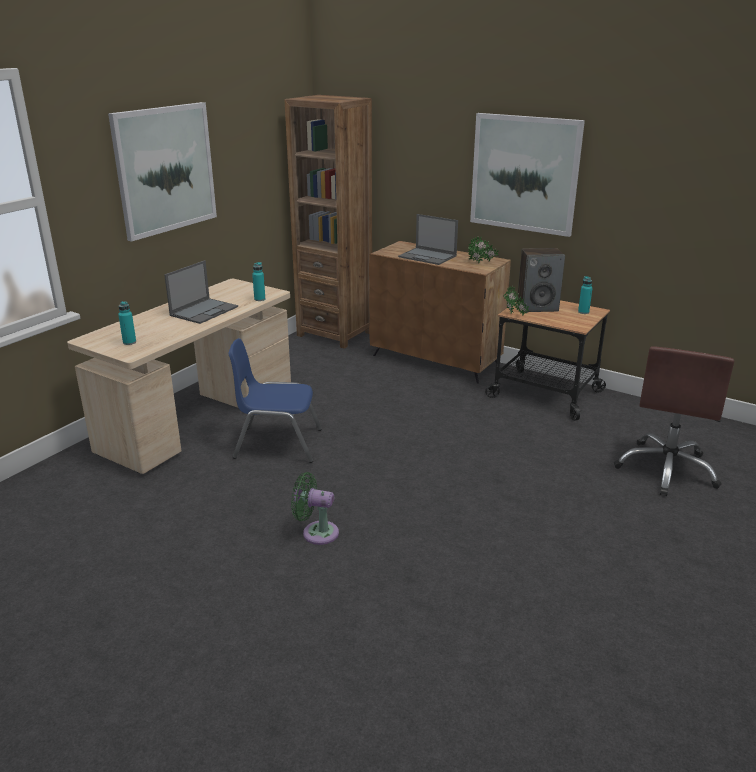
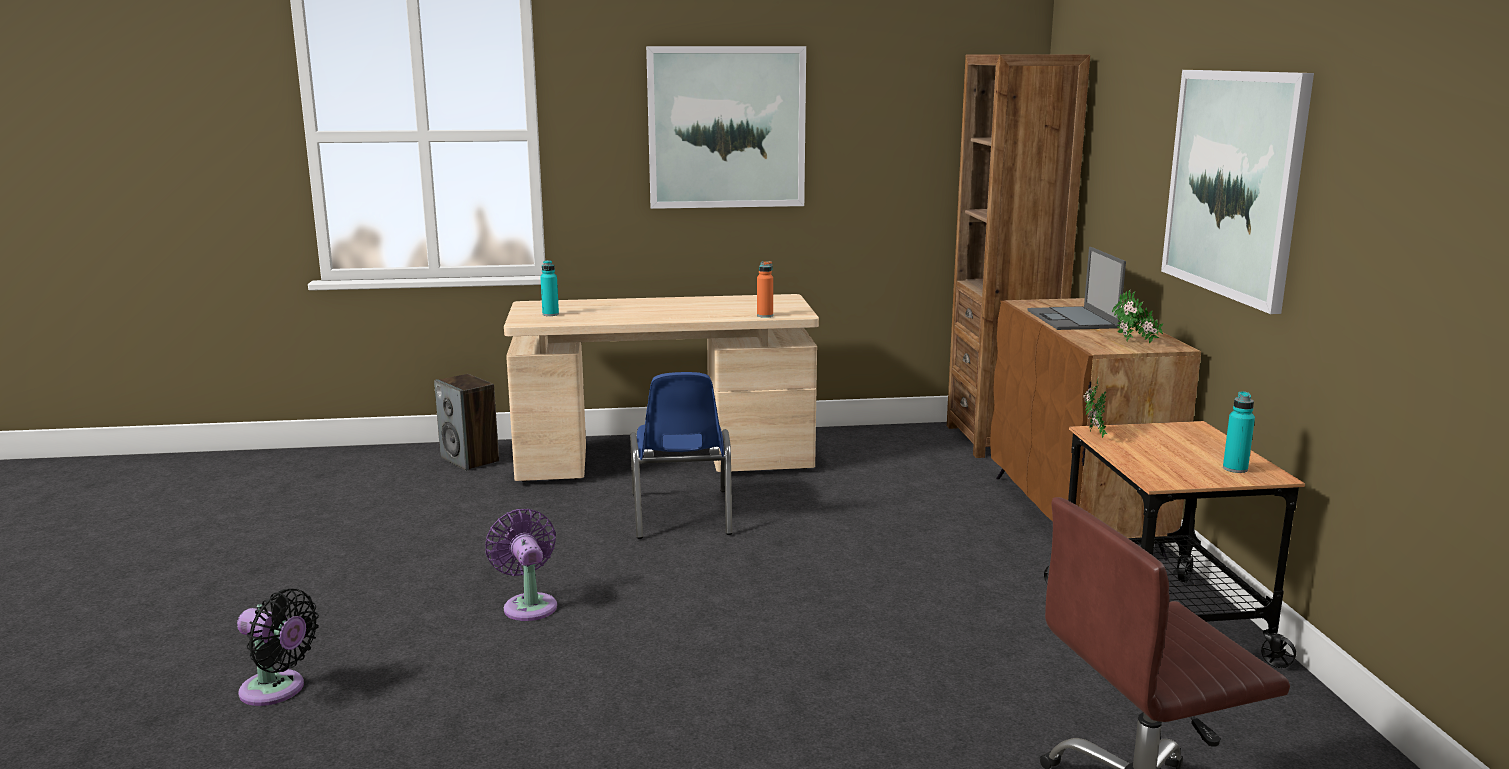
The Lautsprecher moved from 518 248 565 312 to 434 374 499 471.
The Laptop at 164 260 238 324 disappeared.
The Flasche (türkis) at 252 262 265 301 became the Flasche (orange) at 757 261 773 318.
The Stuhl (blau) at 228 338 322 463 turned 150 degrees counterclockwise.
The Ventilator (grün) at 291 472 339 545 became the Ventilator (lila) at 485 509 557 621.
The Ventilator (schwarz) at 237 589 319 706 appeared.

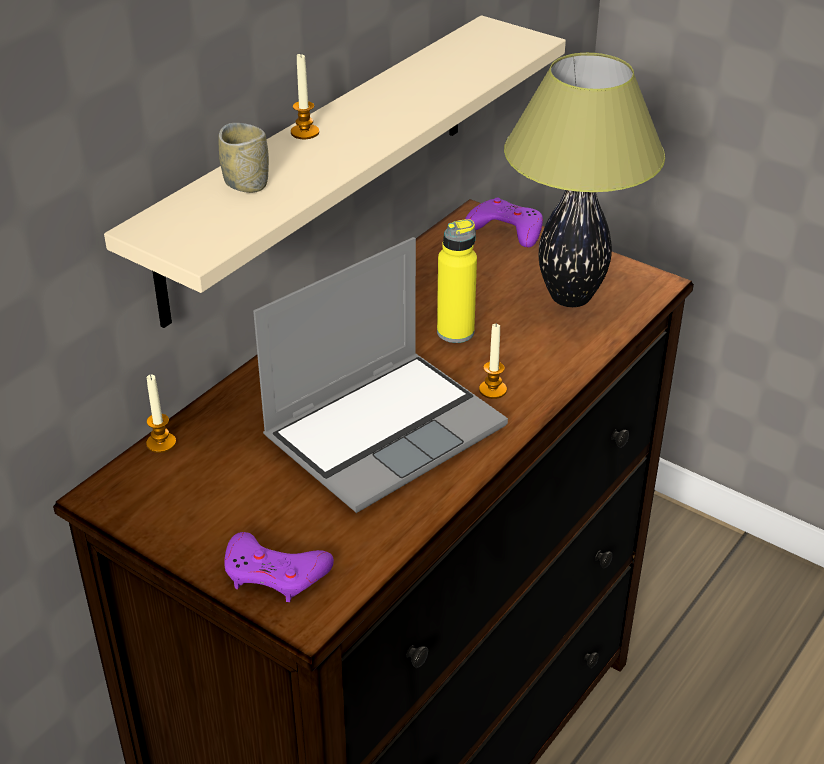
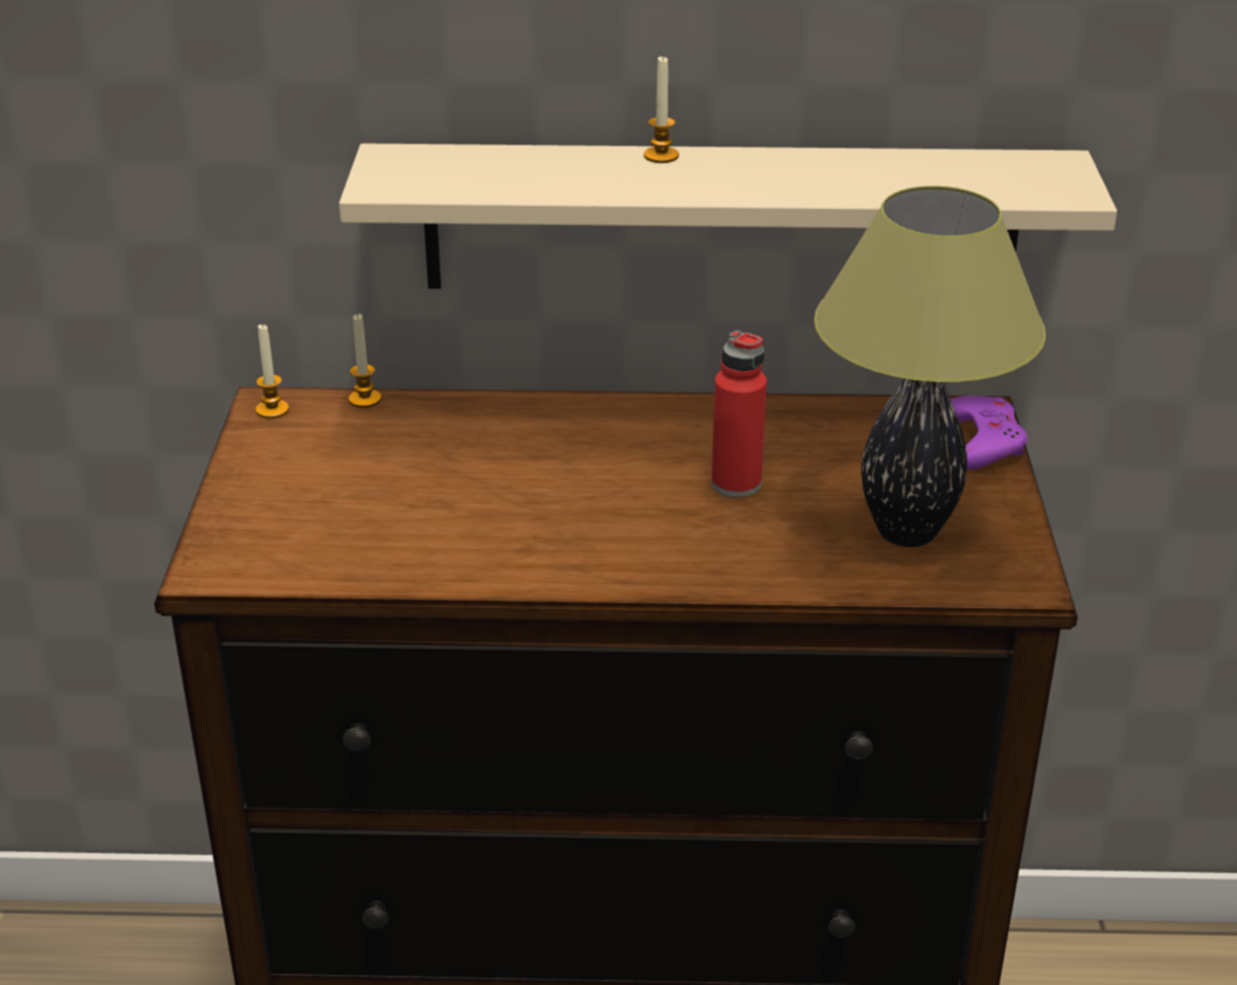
The Tasse at 218 123 269 193 disappeared.
The Flasche (gelb) at 437 219 477 343 became the Flasche (rot) at 711 330 767 497.
The Laptop at 253 237 508 513 disappeared.
The Kerze moved from 479 323 507 399 to 256 323 289 419.
The Gamepad (lila) at 224 532 334 602 disappeared.

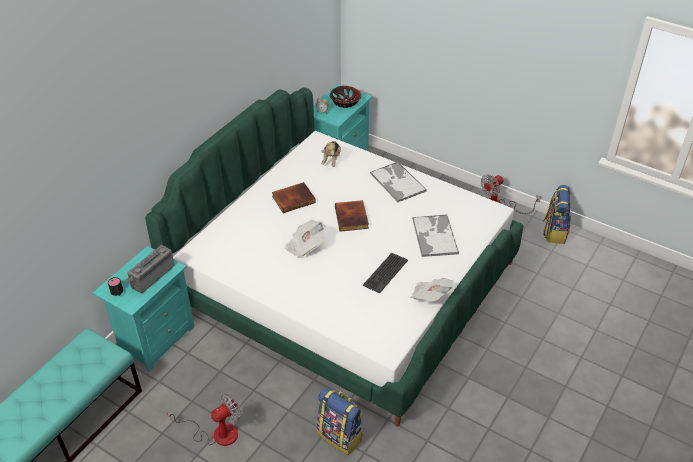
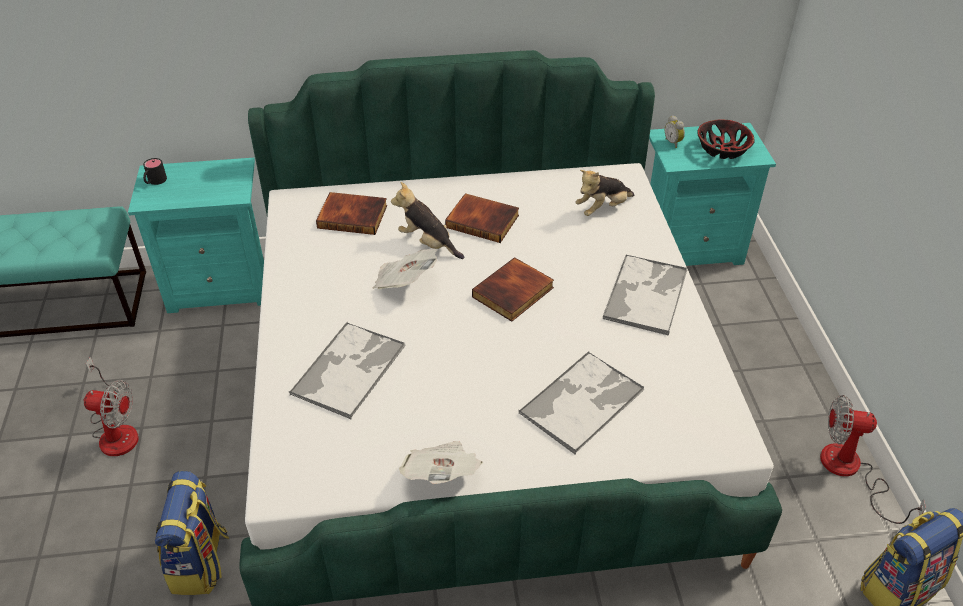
The Radio at 126 245 174 293 disappeared.
The Tastatur at 363 253 408 293 disappeared.
The Plüschtier at 391 182 464 259 appeared.
The Buch at 316 192 387 235 appeared.
The Tablett at 289 322 405 420 appeared.

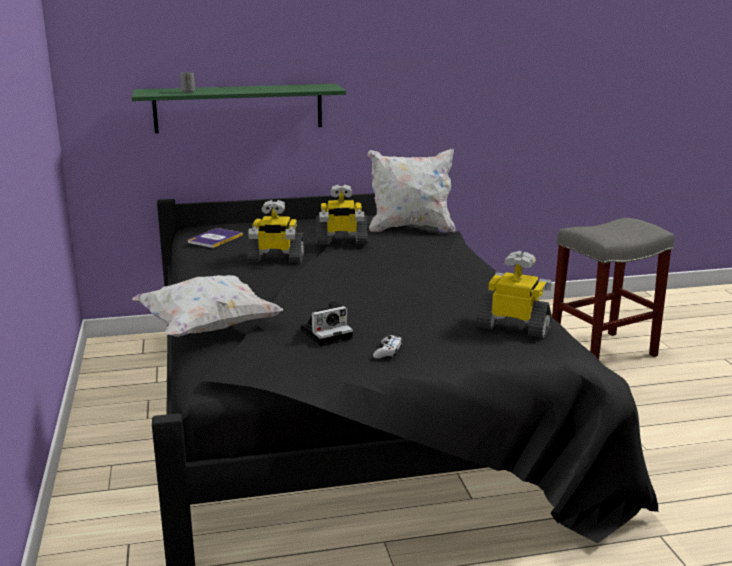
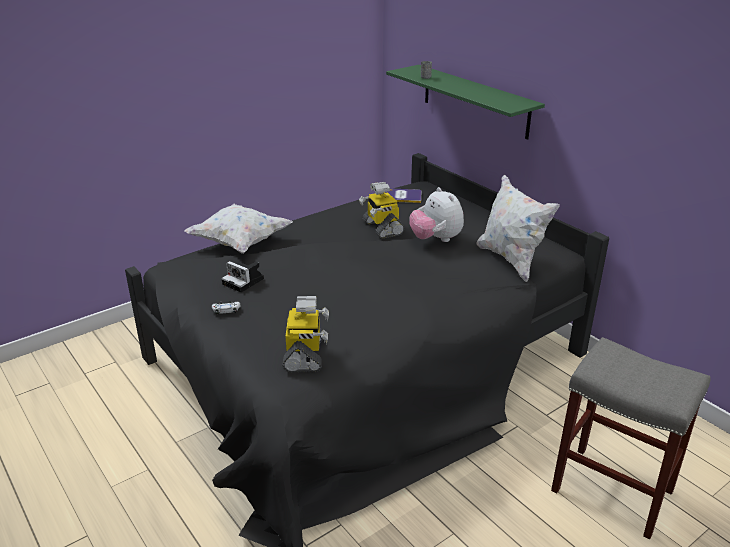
The Spielzeugroboter at 316 184 368 245 was replaced by the Plüschtier at 409 187 464 242.

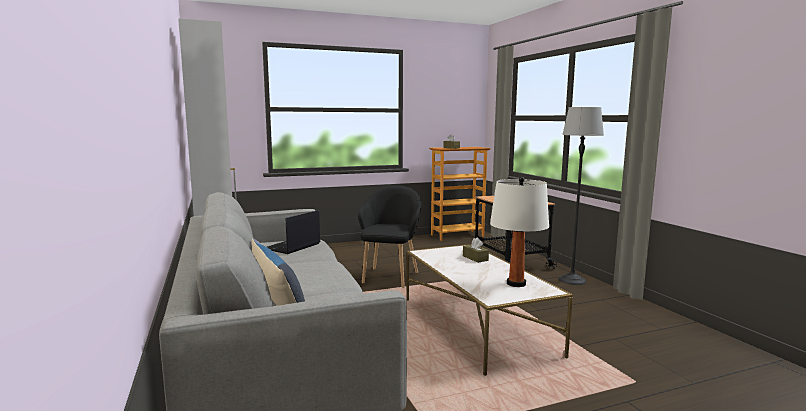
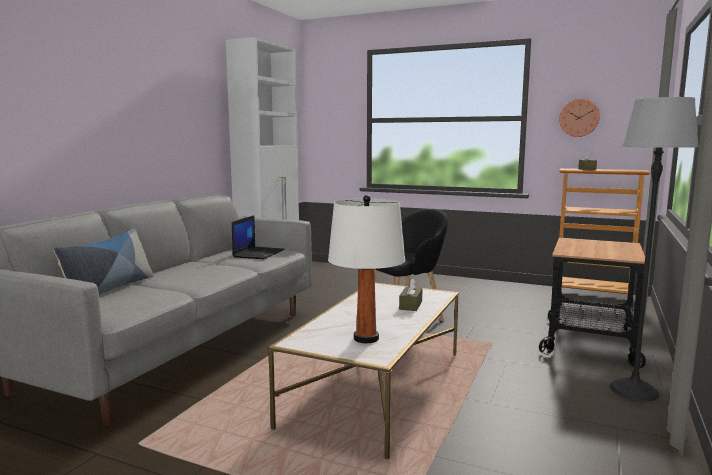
The Laptop at 267 210 320 254 turned 120 degrees clockwise.
The Wanduhr at 559 99 600 137 appeared.

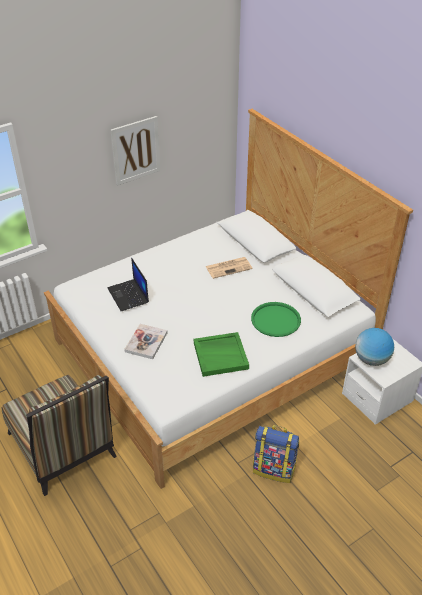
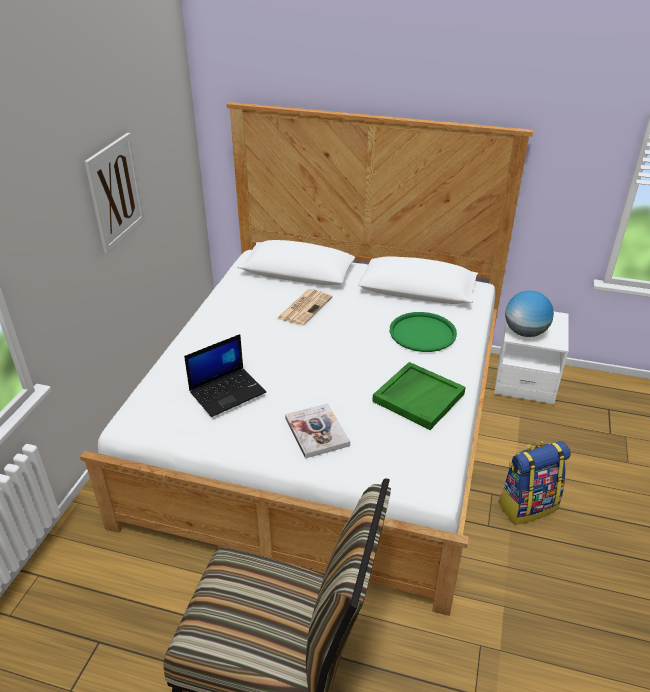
The Laptop at 108 258 149 311 turned 60 degrees counterclockwise.

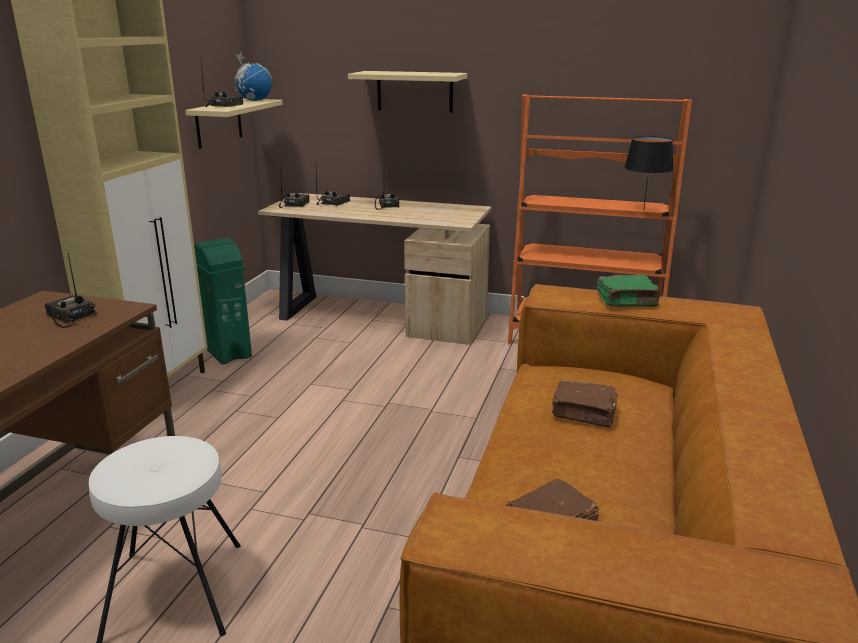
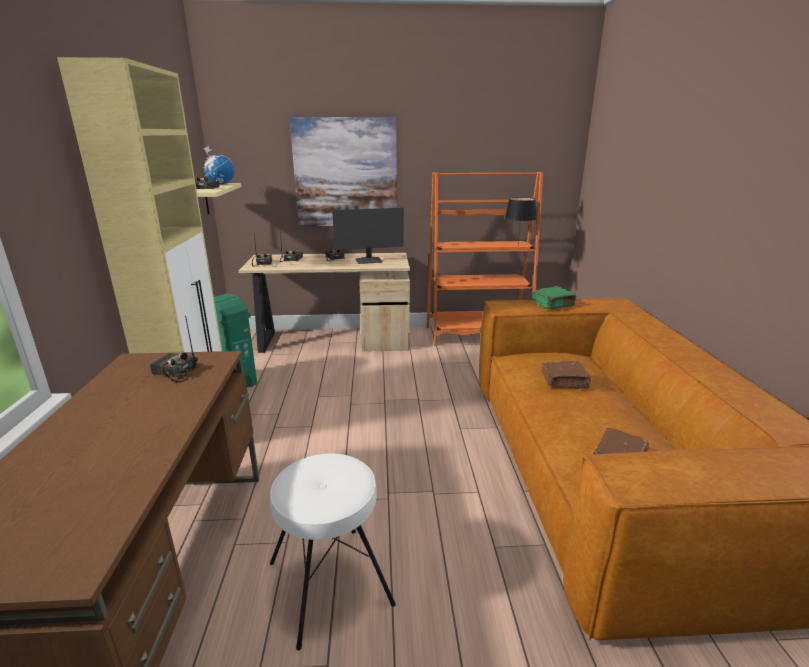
The Wandregal (beige) at 348 71 467 113 was replaced by the Bild at 290 117 397 226.
The Monitor at 332 208 404 264 appeared.

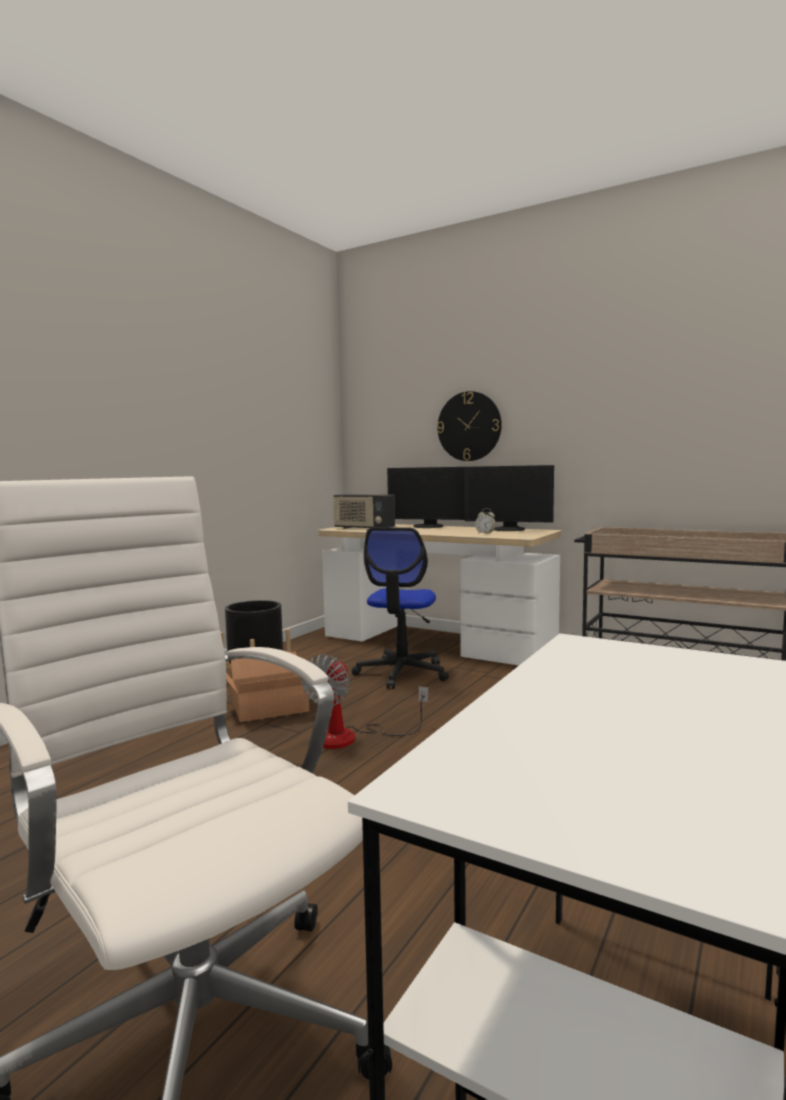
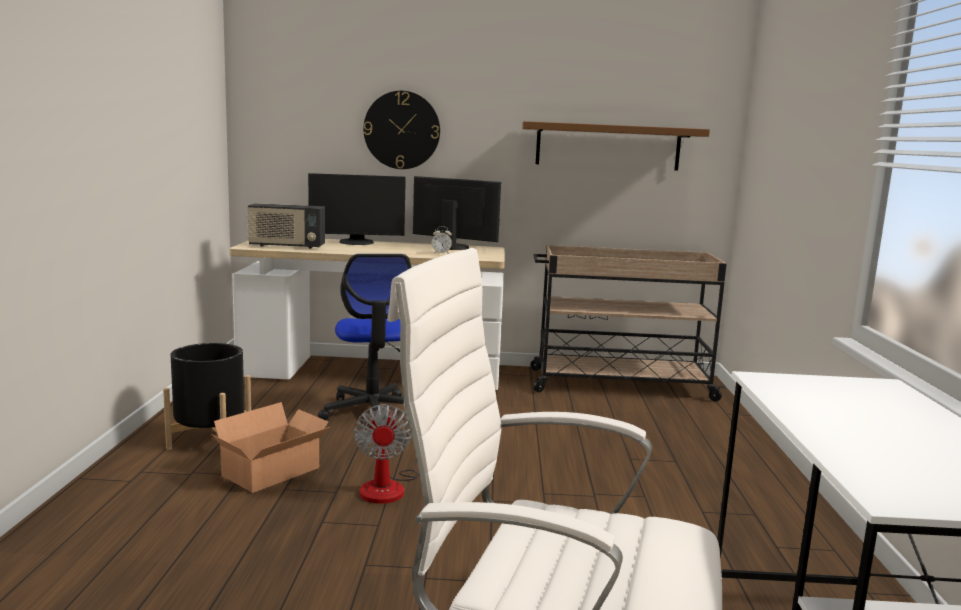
The Monitor at 464 465 554 531 turned 150 degrees counterclockwise.
The Wandregal (braun) at 522 121 710 171 appeared.

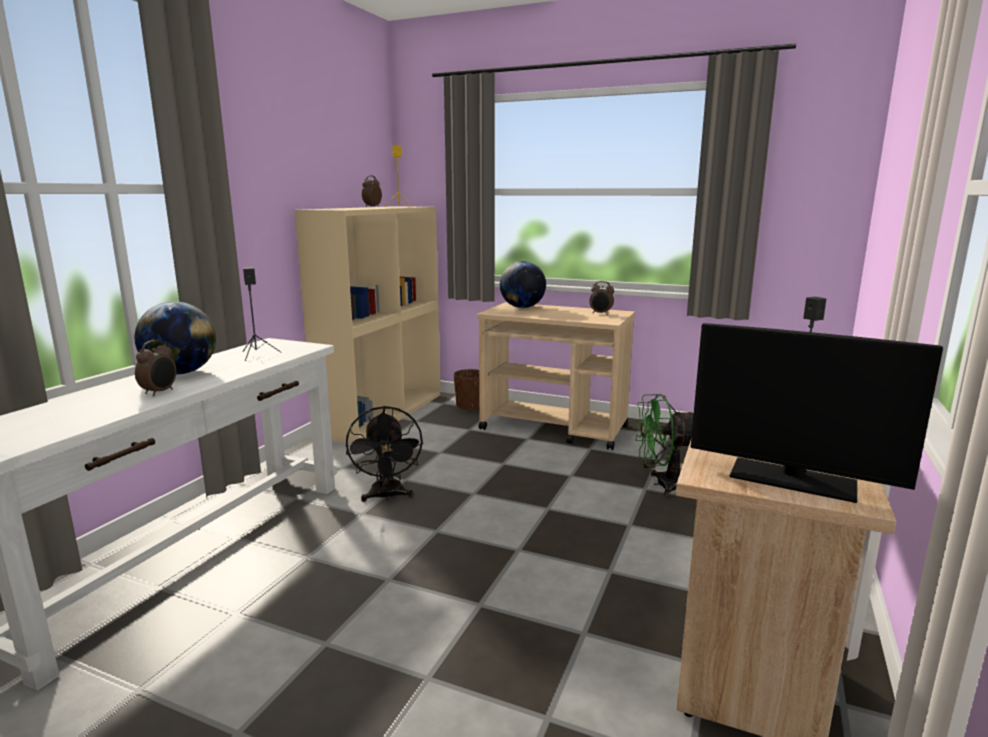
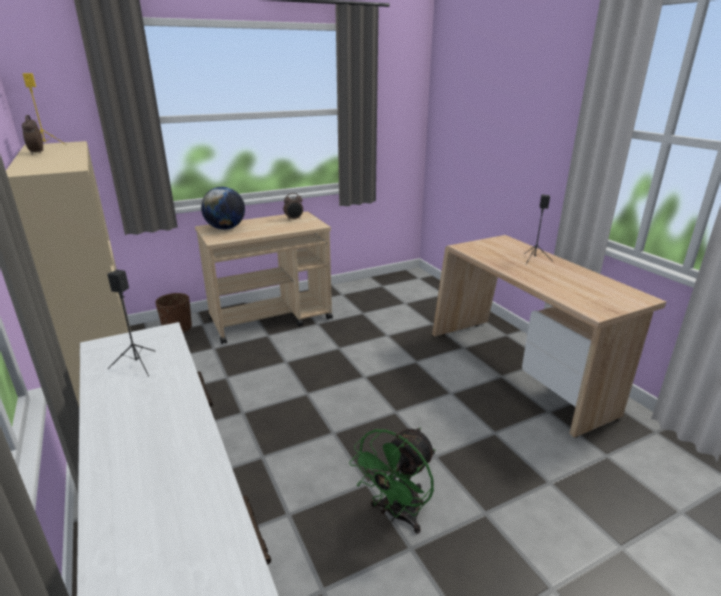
The Globus at 134 302 216 375 disappeared.
The Monitor at 690 323 943 503 disappeared.
The Wecker at 135 340 176 396 disappeared.
The Ventilator (grün) moved from 635 394 694 497 to 349 428 435 534.
The Ventilator (schwarz) at 346 406 423 502 disappeared.

